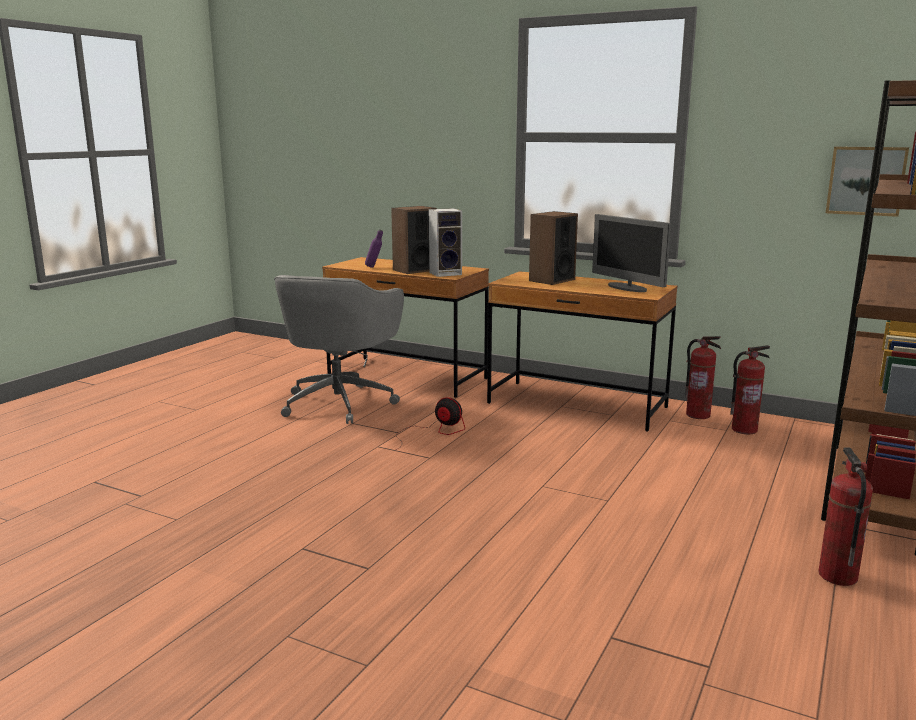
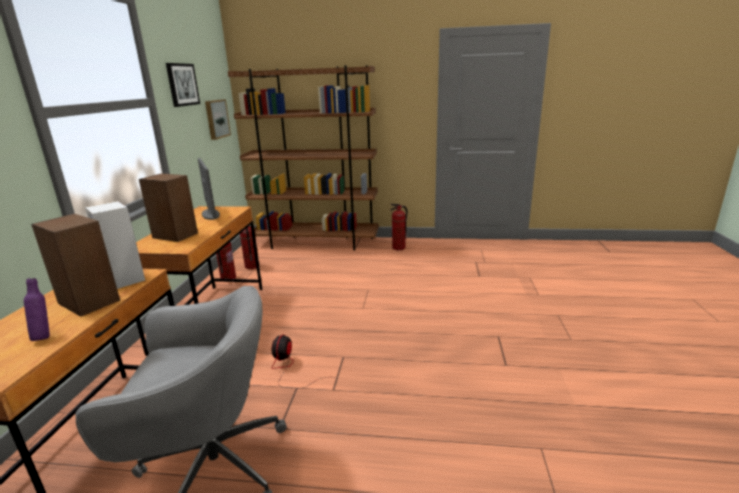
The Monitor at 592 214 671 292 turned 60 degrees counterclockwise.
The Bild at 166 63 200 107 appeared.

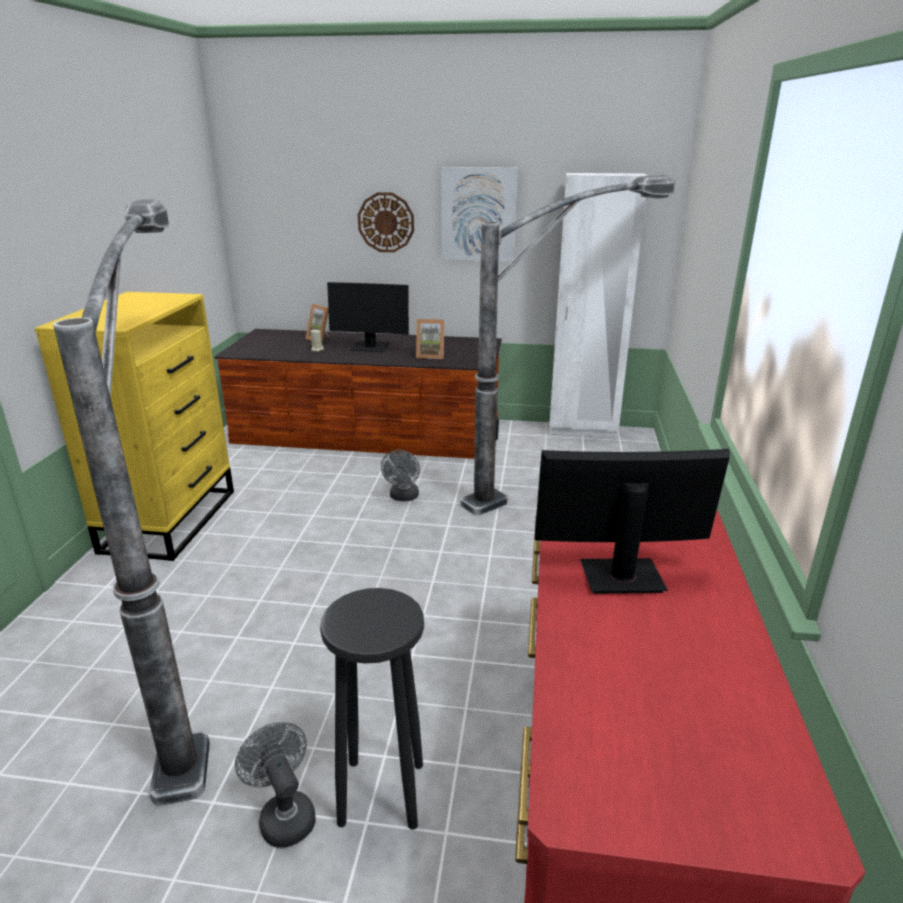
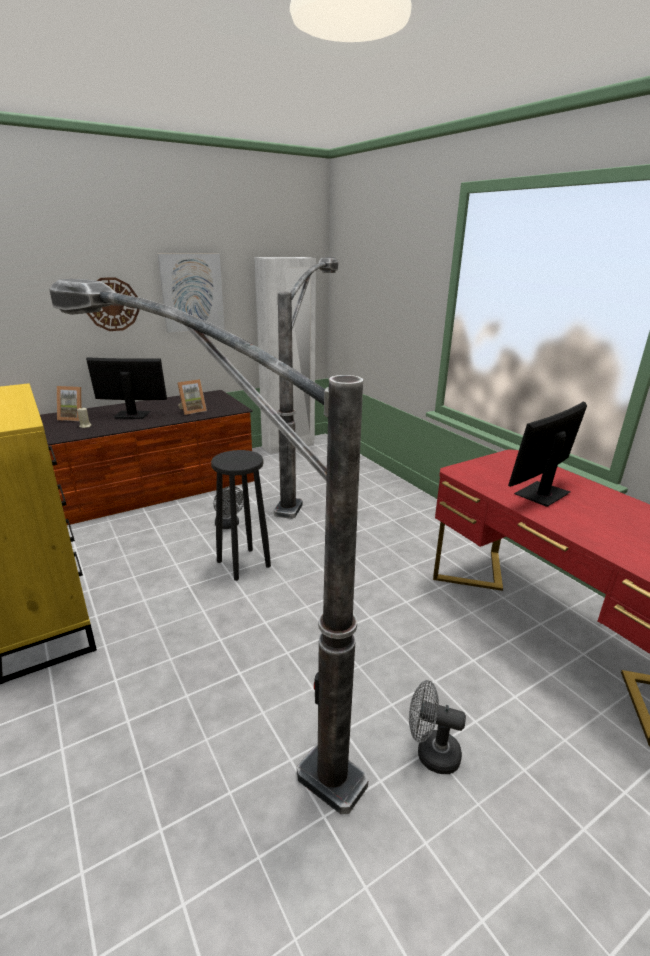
The Monitor at 327 282 409 352 turned 150 degrees counterclockwise.
The Hocker (schwarz) moved from 320 588 424 830 to 211 450 271 581.

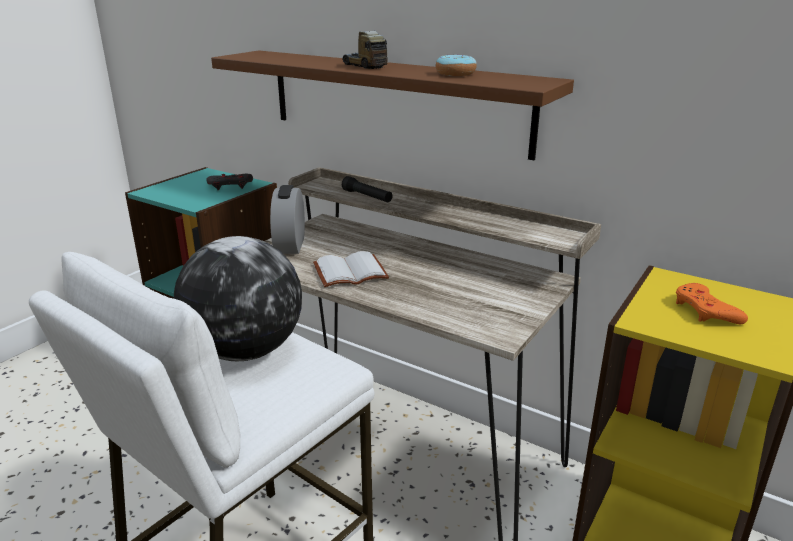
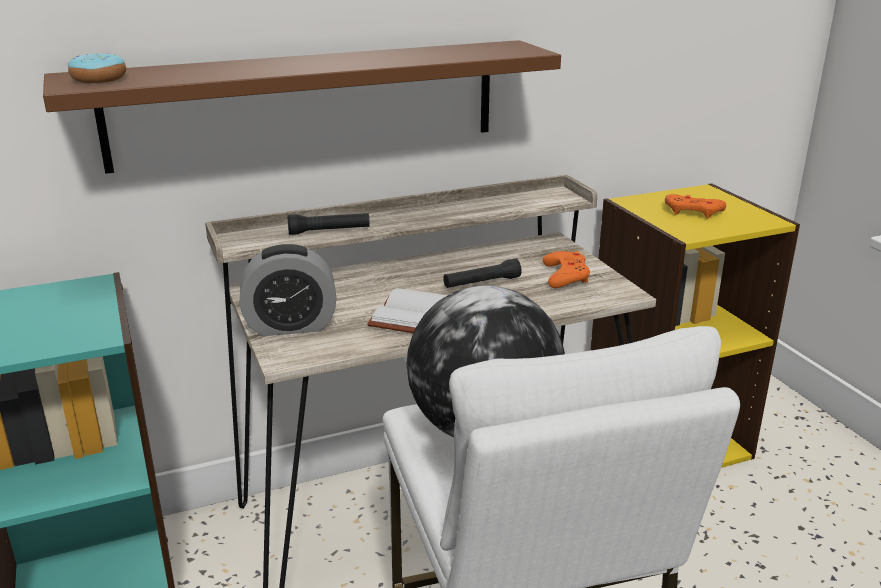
The Spielzeuglaster at 343 30 388 69 disappeared.
The Donut moved from 436 54 477 76 to 68 53 126 83.
The Gamepad (grau) at 206 174 253 190 disappeared.
The Wecker at 270 185 305 254 turned 45 degrees counterclockwise.
The Gamepad (orange) at 543 251 590 288 appeared.
The Taschenlampe (schwarz) at 443 259 522 288 appeared.

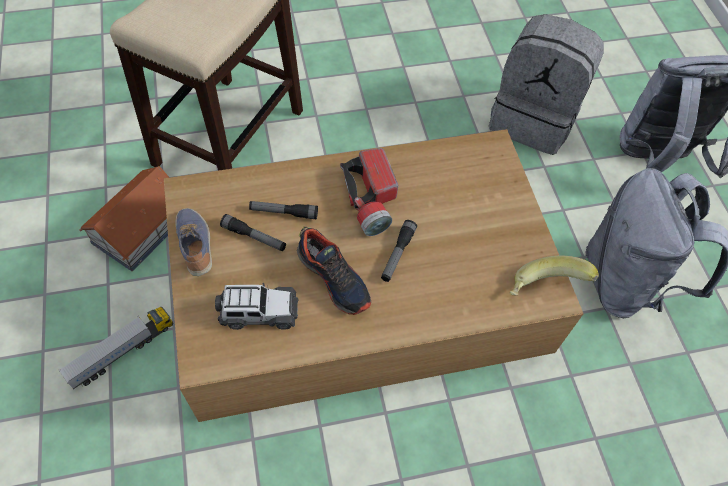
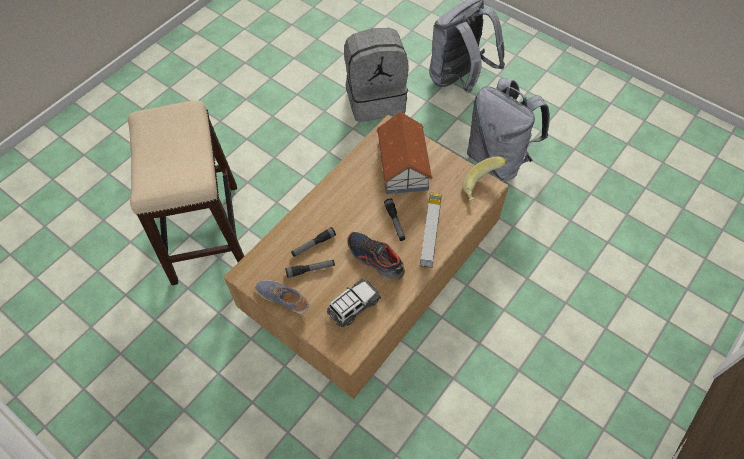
The Taschenlampe at 340 148 398 236 disappeared.
The Spielzeughaus moved from 79 166 170 271 to 377 112 433 194.
The Schuh at 297 227 371 315 turned 150 degrees counterclockwise.
The Spielzeuglaster moved from 58 307 173 389 to 420 193 442 268.

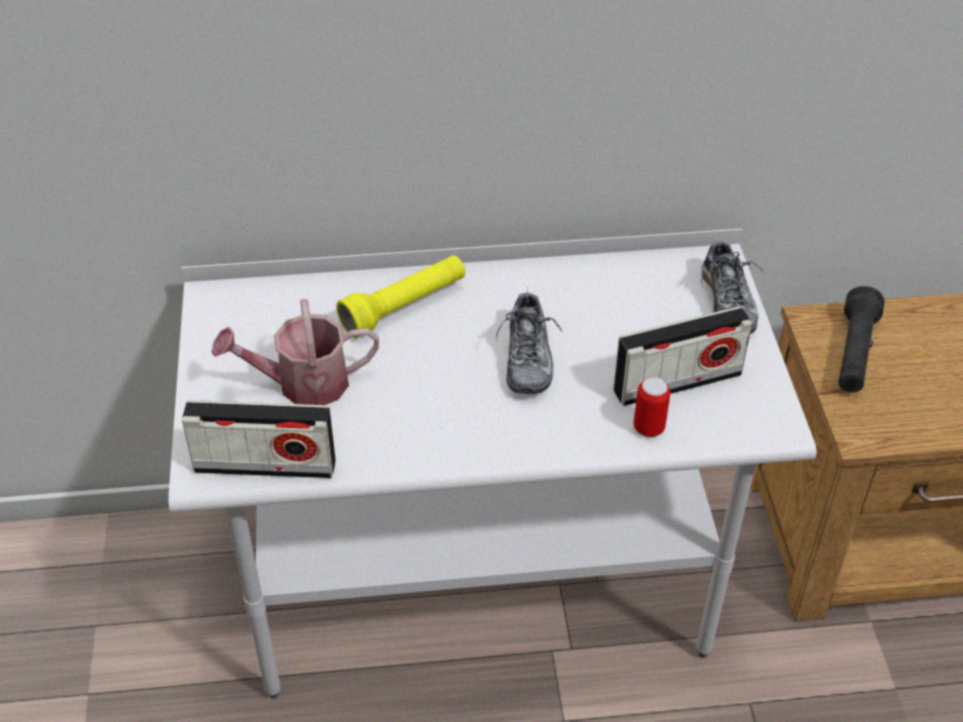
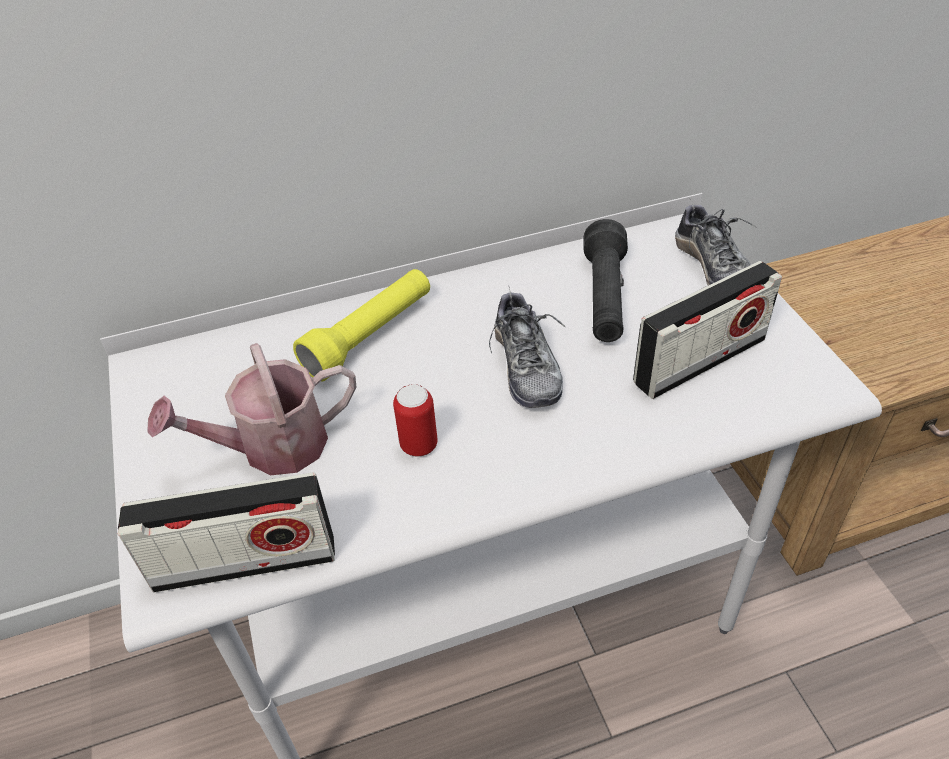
The Taschenlampe (schwarz) moved from 838 286 885 393 to 583 219 628 342.
The Dose moved from 633 377 670 437 to 393 384 438 457.

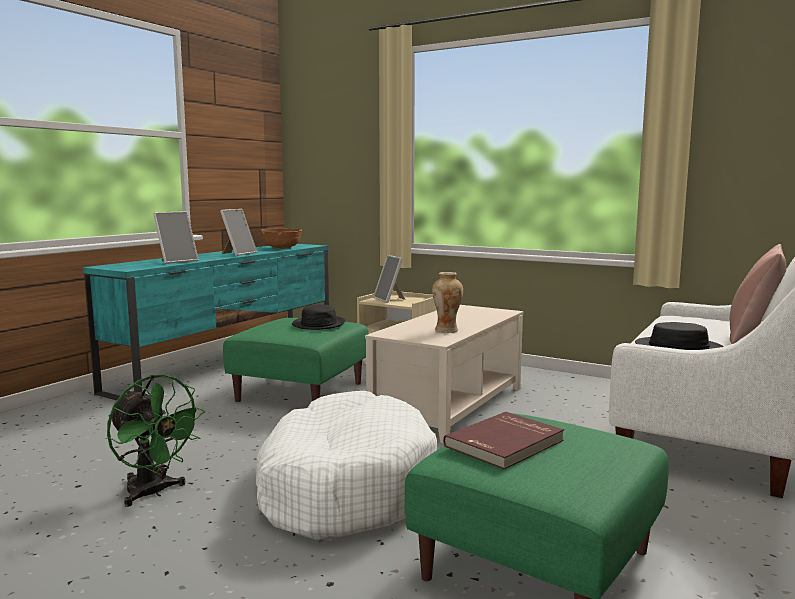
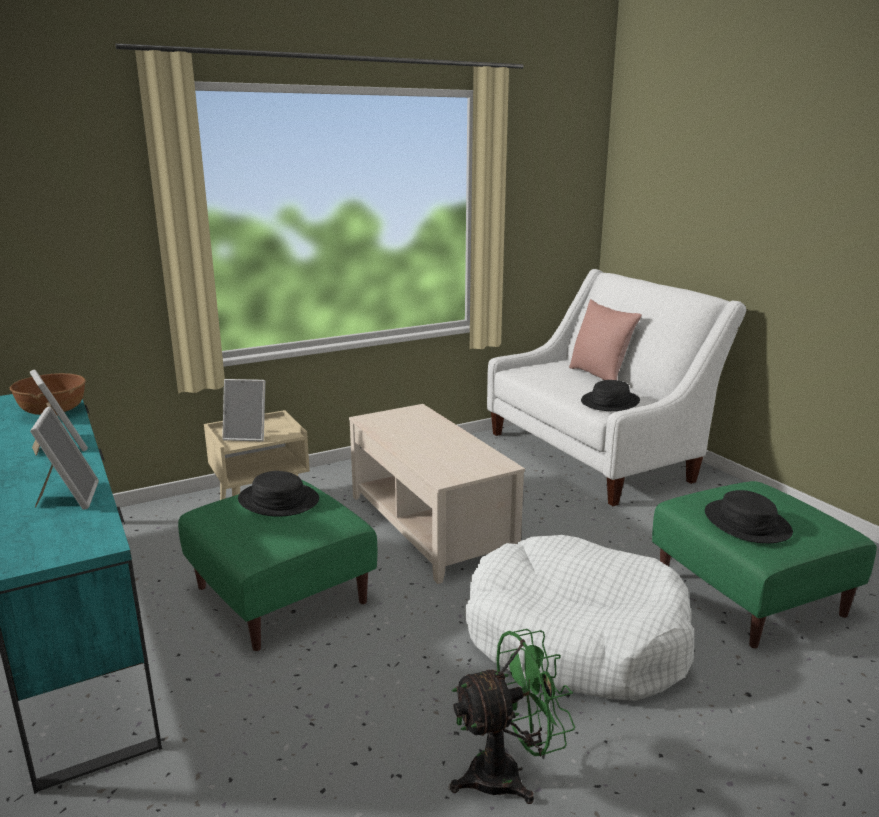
The Vase at 432 272 463 333 disappeared.
The Buch (rot) at 443 412 564 469 was replaced by the Hut (schwarz) at 705 490 793 543.

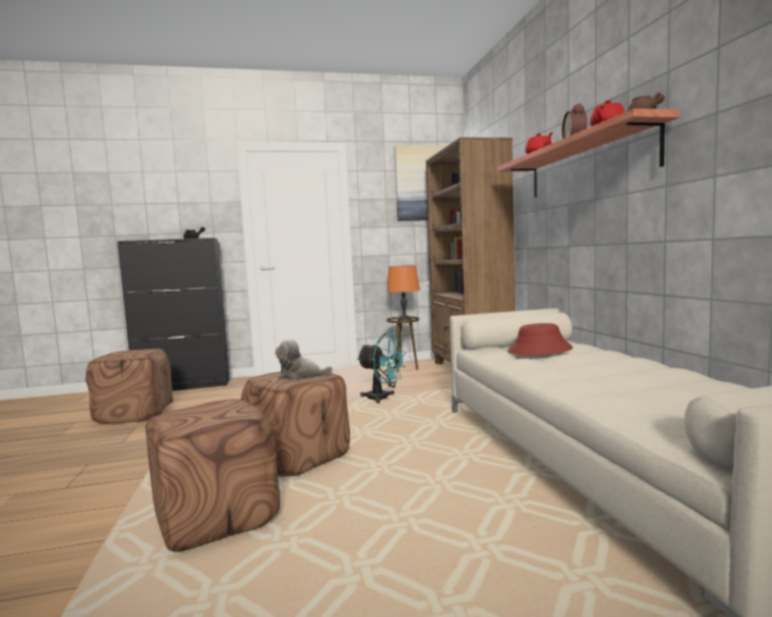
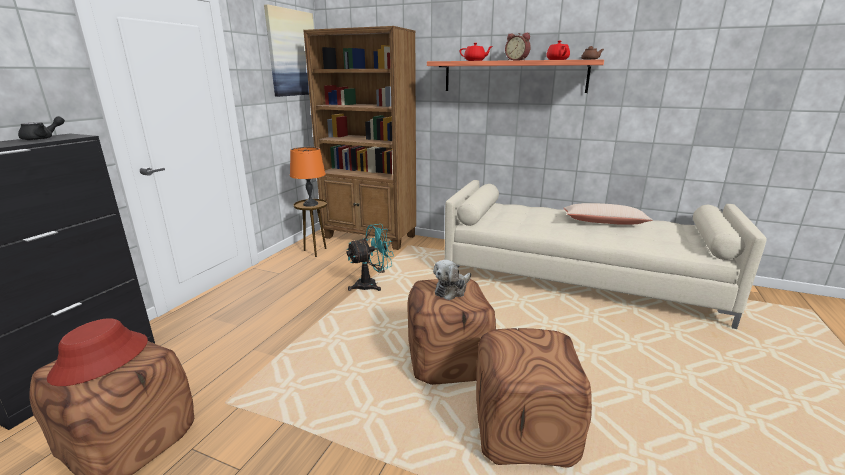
The Hut (rot) moved from 508 323 573 355 to 47 318 148 386.
The Kissen (beige) at 564 203 653 225 appeared.

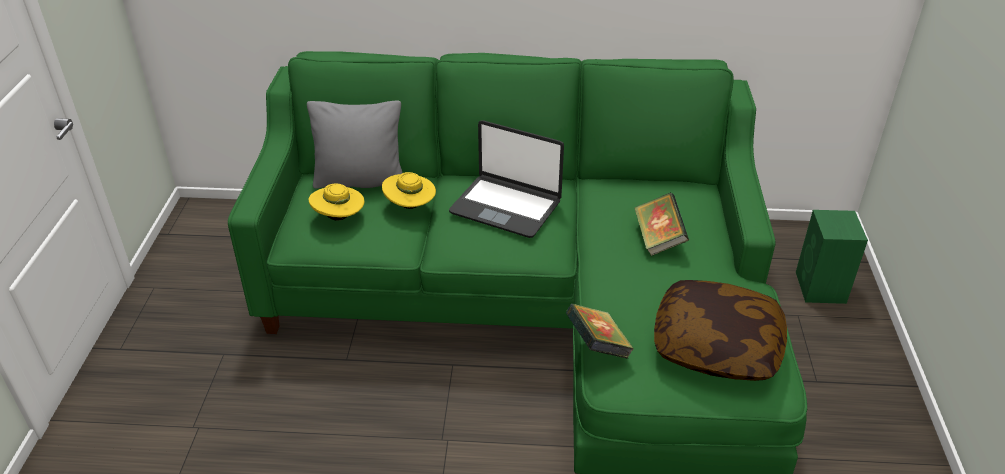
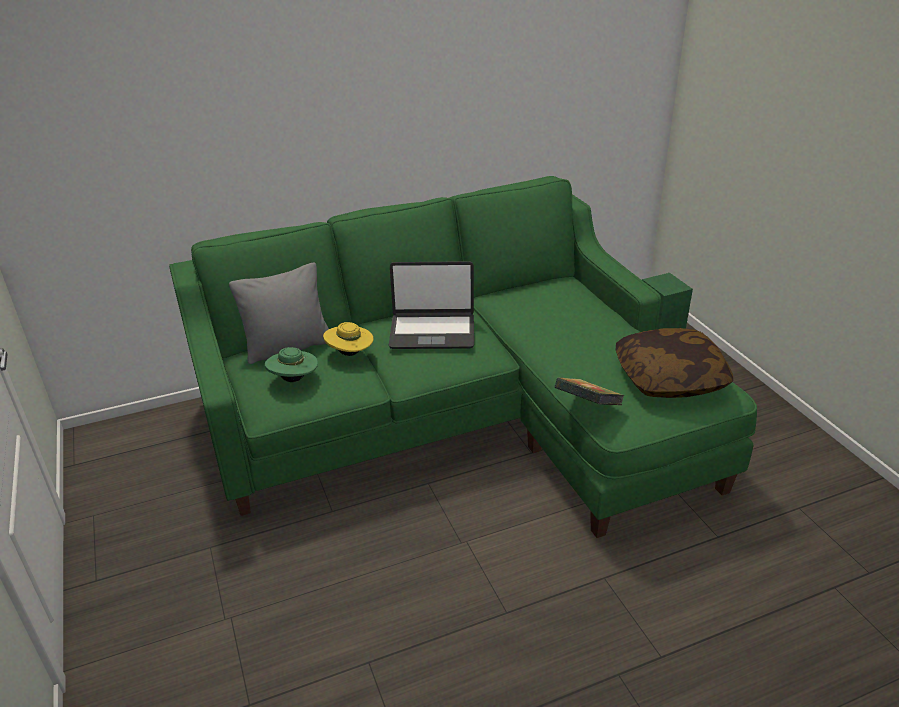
The Hut (gelb) at 309 183 364 220 became the Hut (grün) at 265 347 318 382.
The Buch at 635 193 689 256 disappeared.

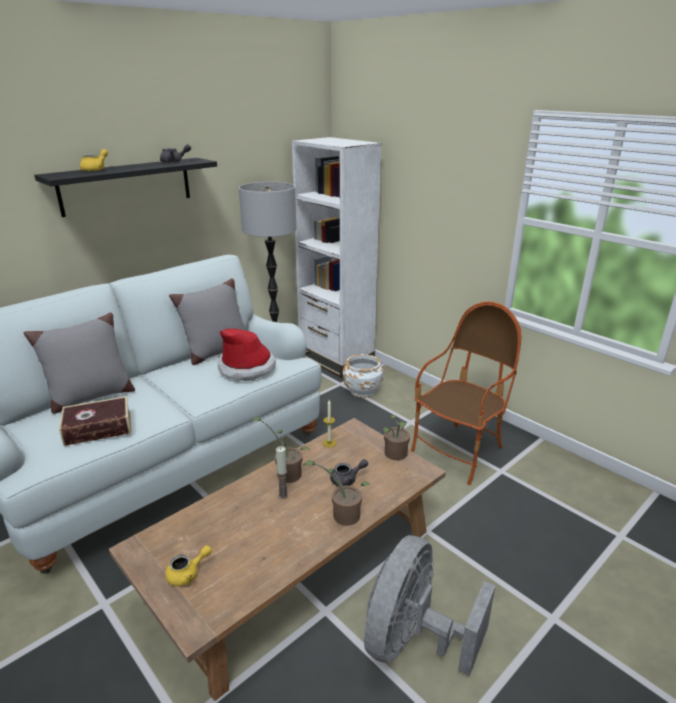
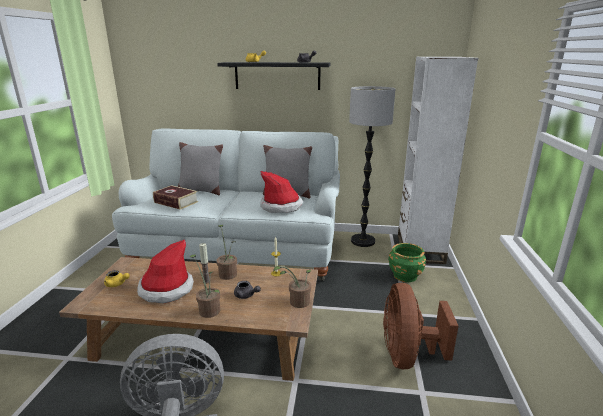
The Sessel at 410 301 522 485 was replaced by the Ventilator (braun) at 383 283 458 369.
The Pflanzkübel (weiß) at 343 354 384 398 became the Pflanzkübel (grün) at 388 243 426 282.
The Hut at 137 240 194 303 appeared.

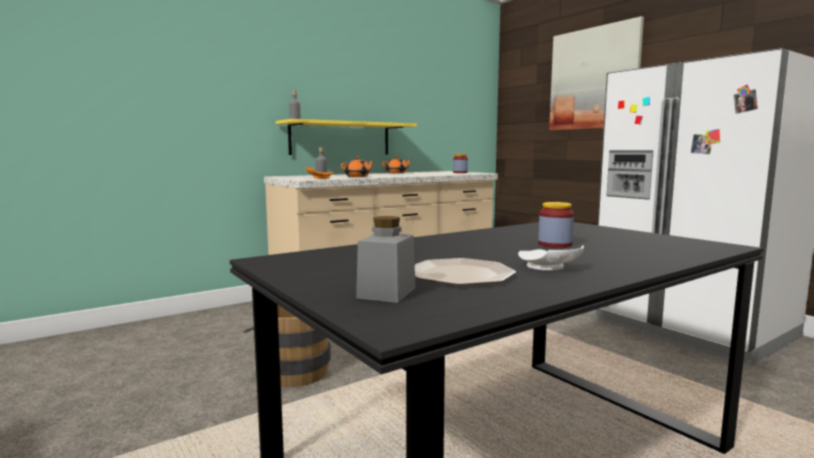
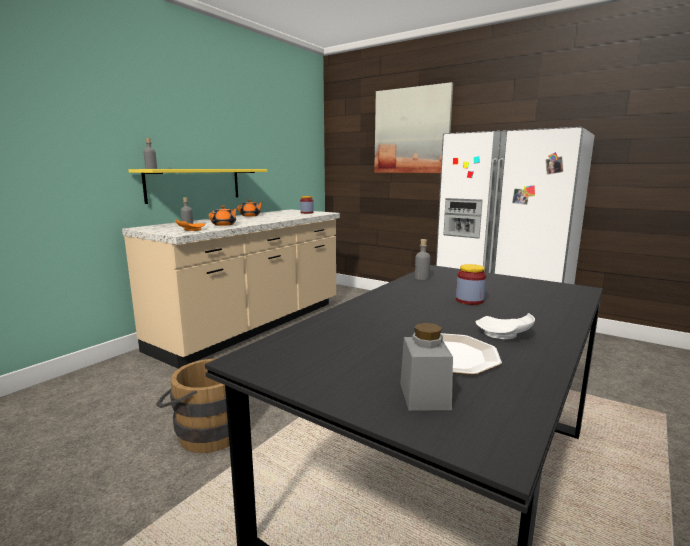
The Flasche (grau) at 415 239 431 280 appeared.

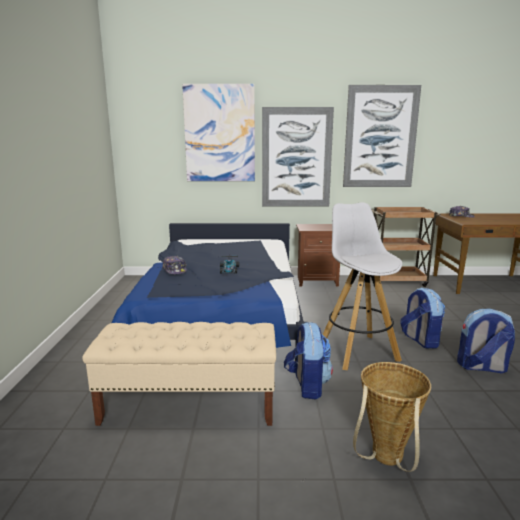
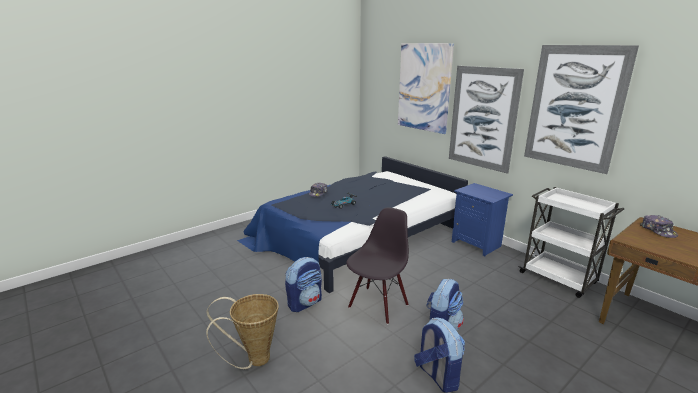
The Hocker (weiß) at 323 202 402 370 was replaced by the Stuhl (schwarz) at 346 207 409 324.
The Rollwagen (braun) at 370 207 441 287 became the Rollwagen (weiß) at 518 187 624 298.
The Nachttisch (braun) at 296 224 340 286 became the Nachttisch (blau) at 452 183 513 256.
The Bank (beige) at 82 322 276 426 disappeared.

